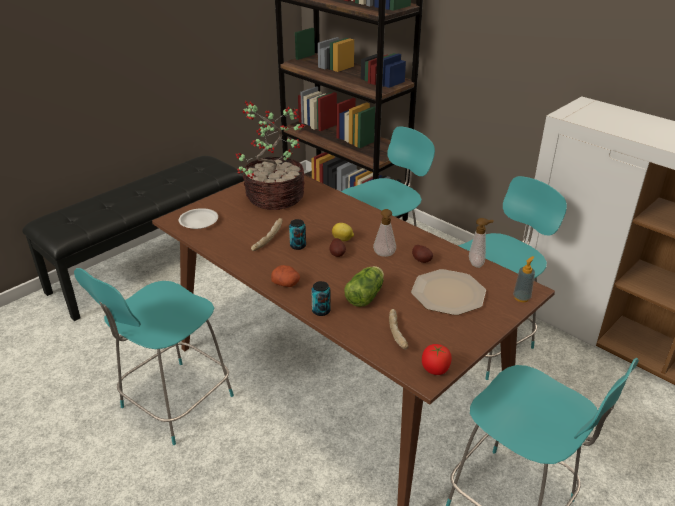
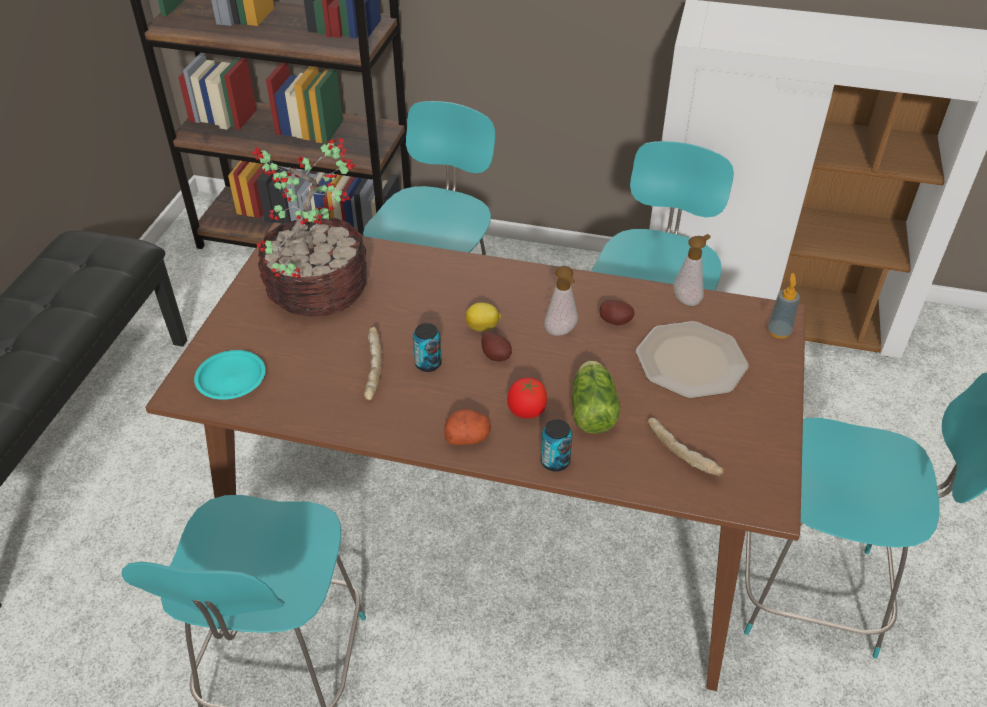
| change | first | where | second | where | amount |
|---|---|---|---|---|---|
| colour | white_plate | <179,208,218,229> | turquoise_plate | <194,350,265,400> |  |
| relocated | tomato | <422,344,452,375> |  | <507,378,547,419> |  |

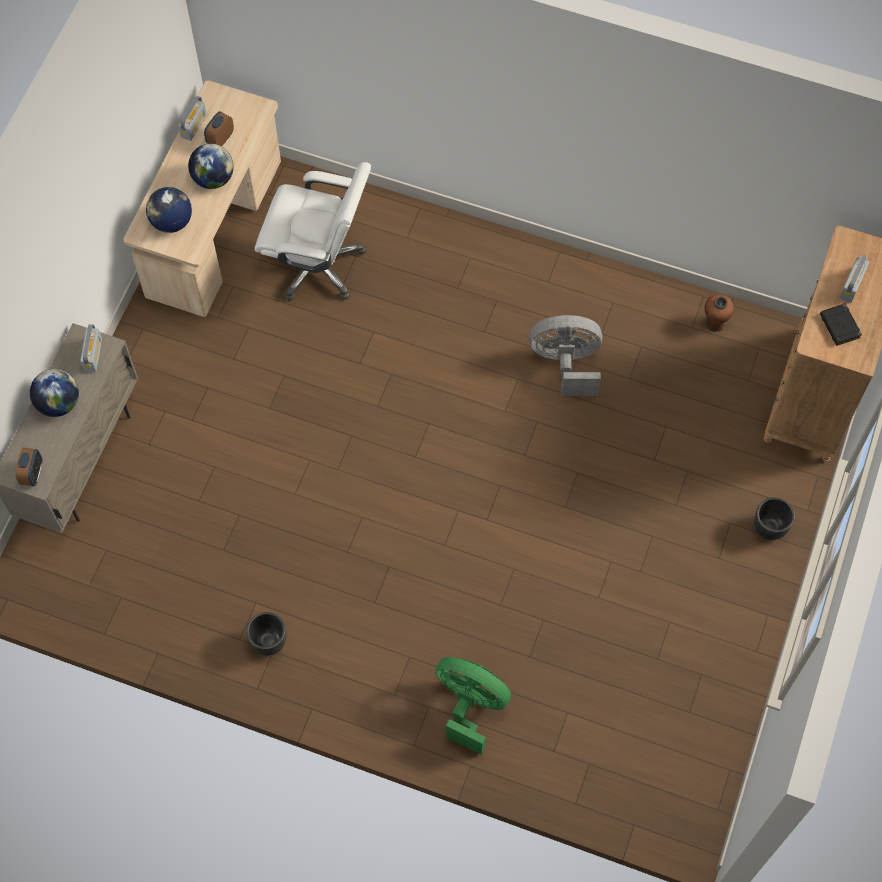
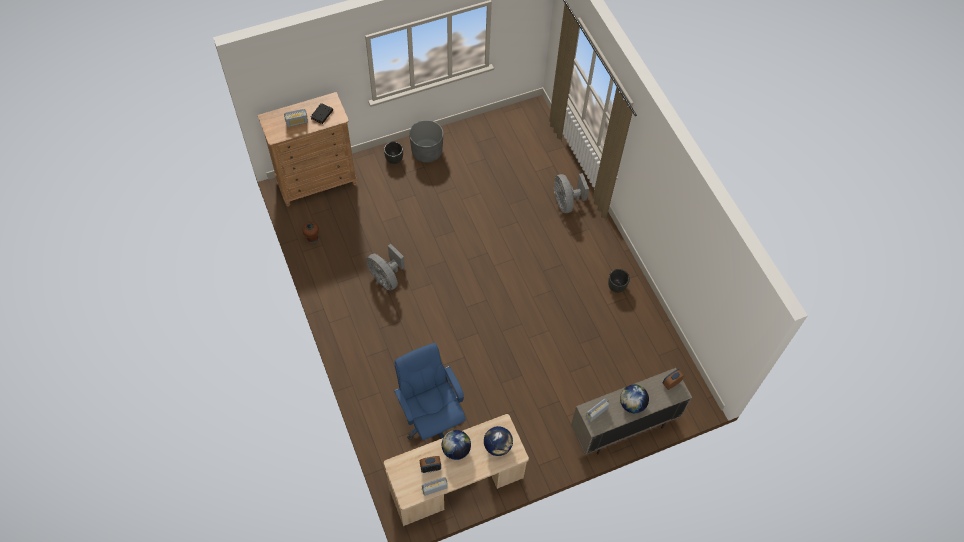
| change | first | where | second | where | amount |
|---|---|---|---|---|---|
| colour | white_office_chair | <255,162,371,301> | blue_office_chair | <394,343,466,440> |  |
| appeared |  |  | grey_planter | <409,120,443,163> |  |
| colour | green_fan | <436,657,511,755> | grey_fan | <554,173,589,213> |  |

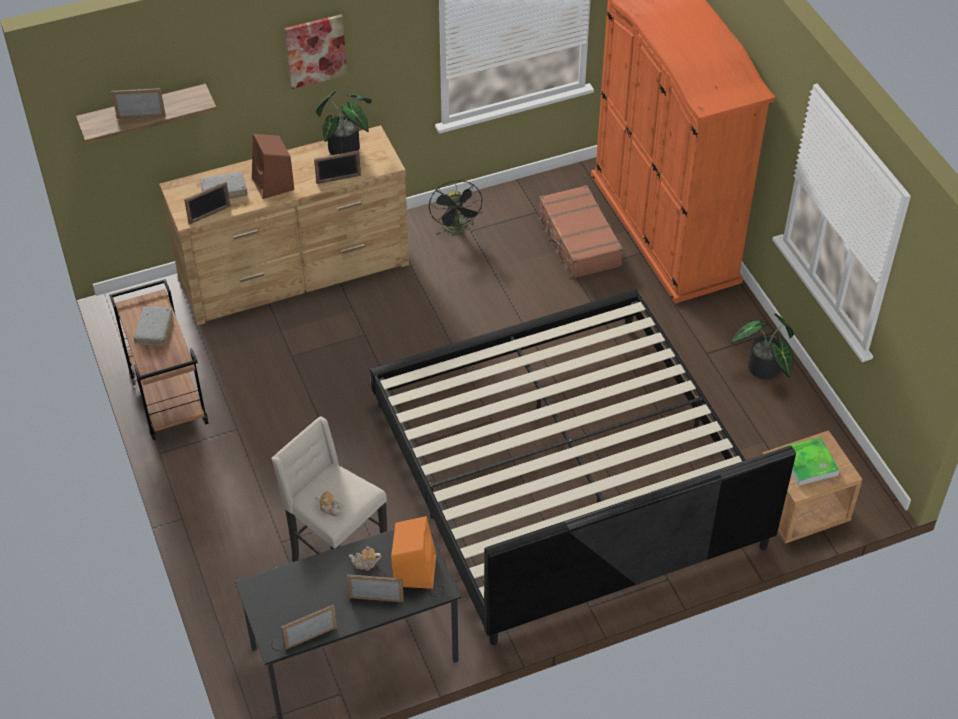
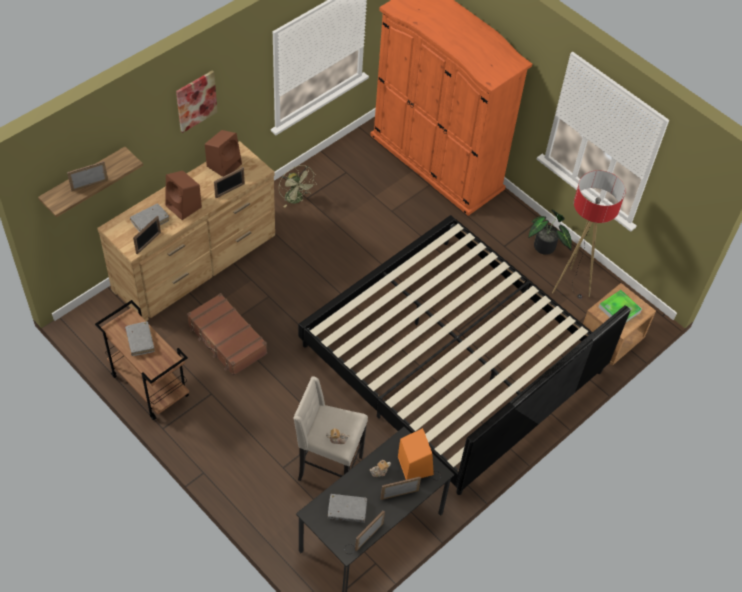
| change | first | where | second | where | amount |
|---|---|---|---|---|---|
| relocated | brown_suitcase | <538,185,623,278> |  | <187,293,267,376> |  |
| exchanged | potted_plant | <316,90,372,155> | brown_speaker | <205,130,242,177> |  |
| colour | black_fan | <429,180,483,235> | green_fan | <279,165,317,208> |  |
| appeared |  |  | grey_book | <328,494,367,523> |  |
| appeared |  |  | floor_lamp | <552,170,626,299> |  |

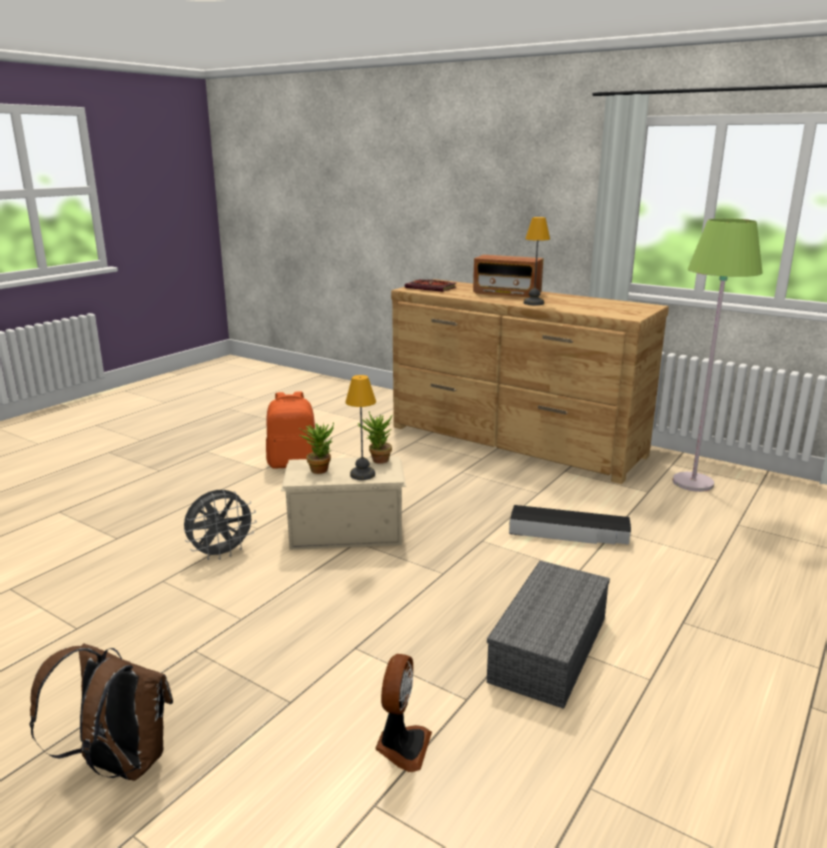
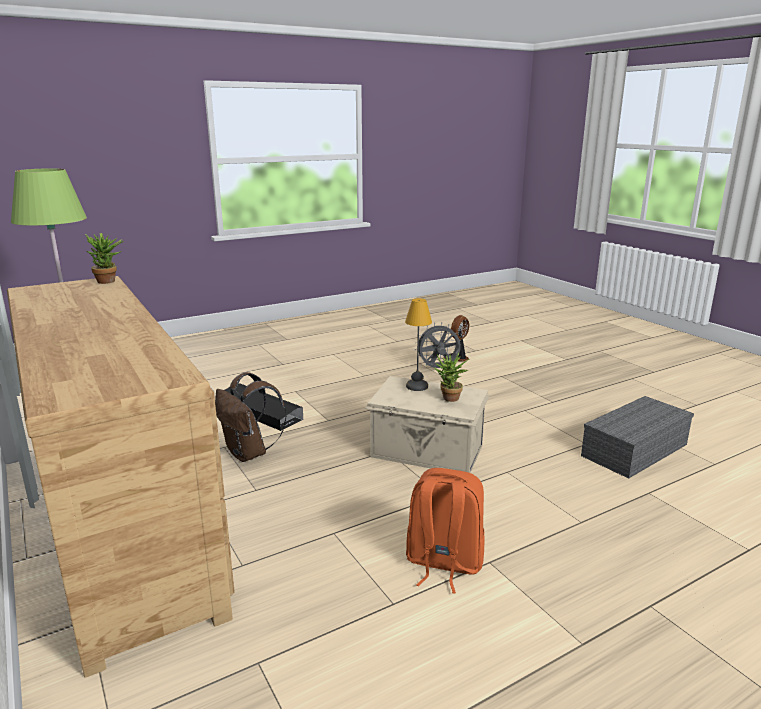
| change | first | where | second | where | amount |
|---|---|---|---|---|---|
| relocated | potted_plant | <358,412,392,464> |  | <85,233,123,284> |  |
| relocated | brown_backpack | <29,644,173,781> |  | <215,372,287,462> |  |
| relocated | grey_fan | <184,490,257,560> |  | <415,323,461,368> |  |
| relocated | grey_storage_box | <487,561,610,709> |  | <581,396,694,479> |  |
| missing | book | <405,279,456,292> |  |  |  |
| missing | radio | <473,255,544,298> |  |  |  |
| missing | table_lamp | <524,217,550,305> |  |  |  |

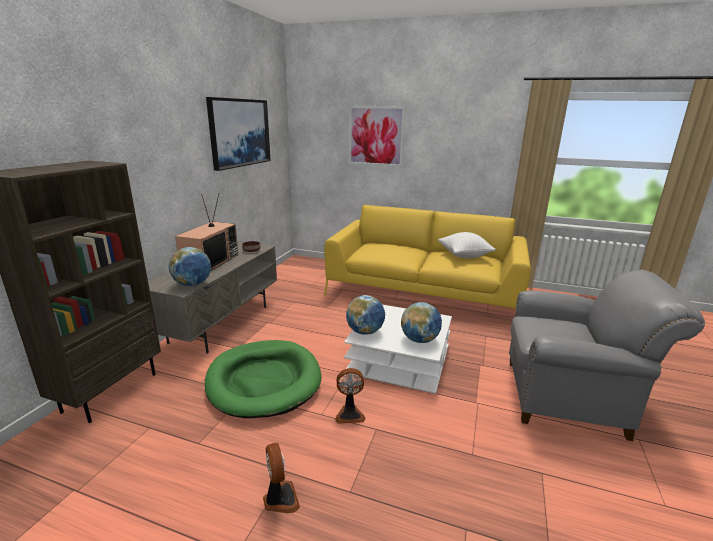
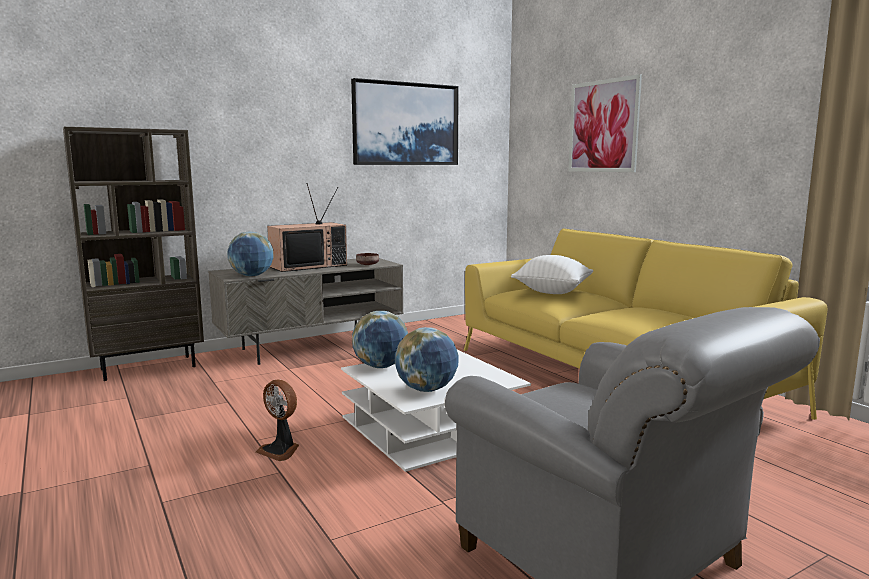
| change | first | where | second | where | amount |
|---|---|---|---|---|---|
| relocated | white_pillow | <438,232,496,258> |  | <511,255,593,294> |  |
| missing | green_dog_bed | <205,340,321,418> |  |  |  |
| missing | fan | <263,443,300,513> |  |  |  |

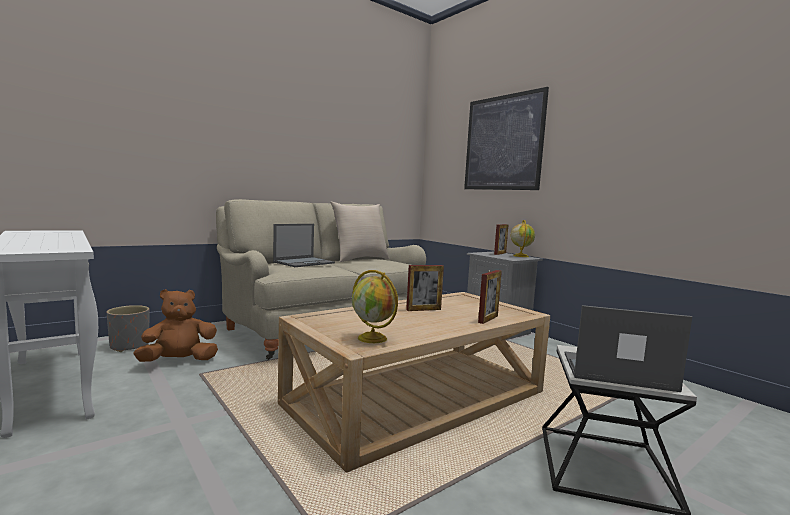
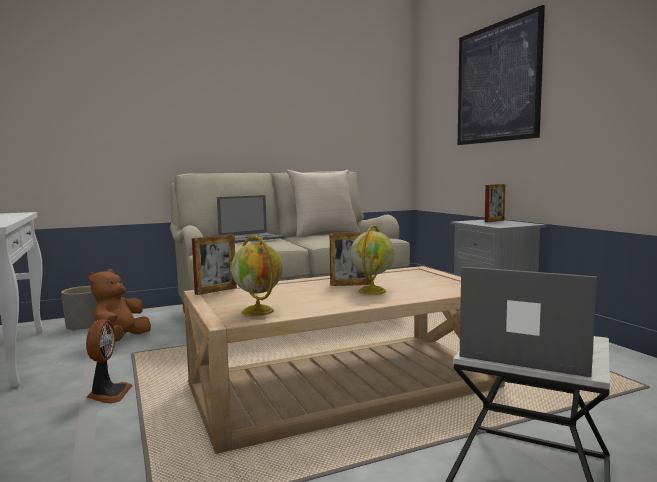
| change | first | where | second | where | amount |
|---|---|---|---|---|---|
| appeared |  |  | fan | <86,319,133,403> |  |
| spun | brown_plush_toy | <134,289,218,362> |  | <89,269,151,342> | 60 degrees counterclockwise |
| relocated | picture_frame | <478,270,502,324> |  | <192,234,237,295> |  |
| relocated | globe | <510,220,535,257> |  | <350,225,395,295> |  |

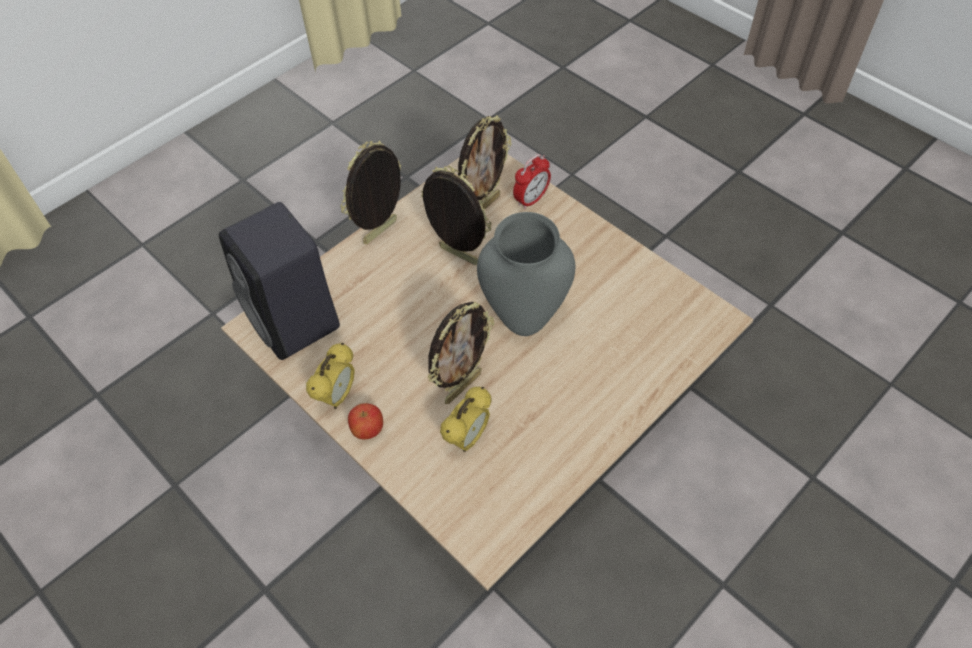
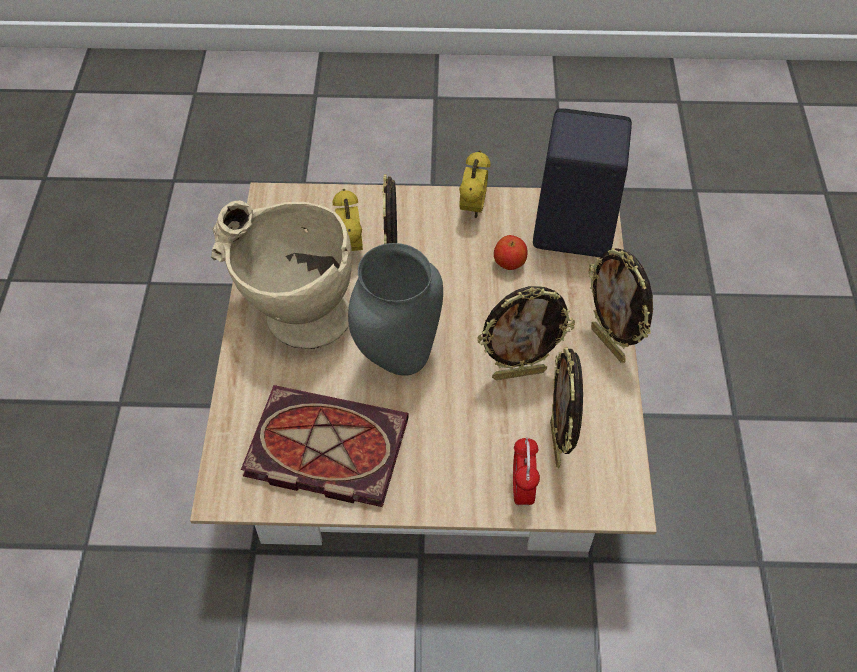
| change | first | where | second | where | amount |
|---|---|---|---|---|---|
| appeared |  |  | beige_vase | <211,201,352,349> |  |
| appeared |  |  | book | <241,385,409,507> |  |
| spun | alarm_clock | <306,343,355,409> |  | <459,151,491,218> | 150 degrees counterclockwise |
| relocated | apple | <348,403,383,439> |  | <494,235,527,270> |  |
| spun | picture_frame | <341,141,401,244> |  | <588,248,653,363> | 150 degrees clockwise |

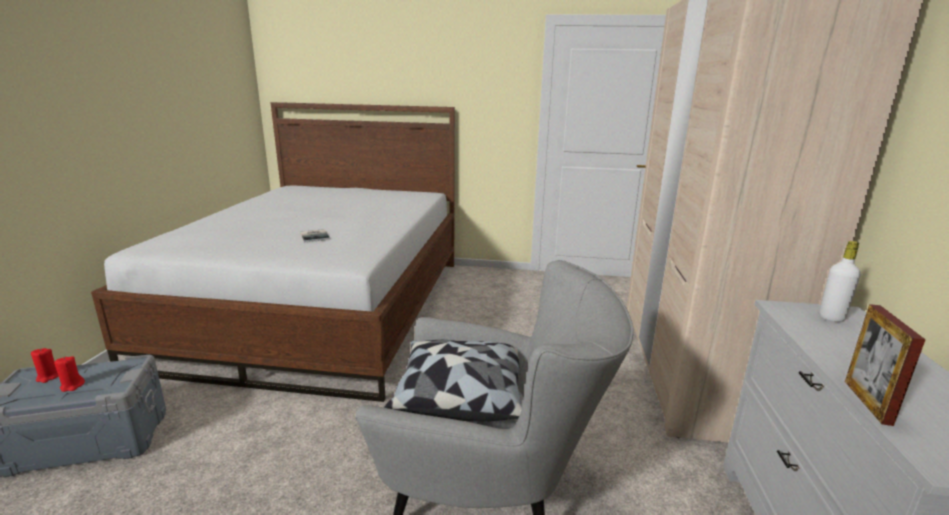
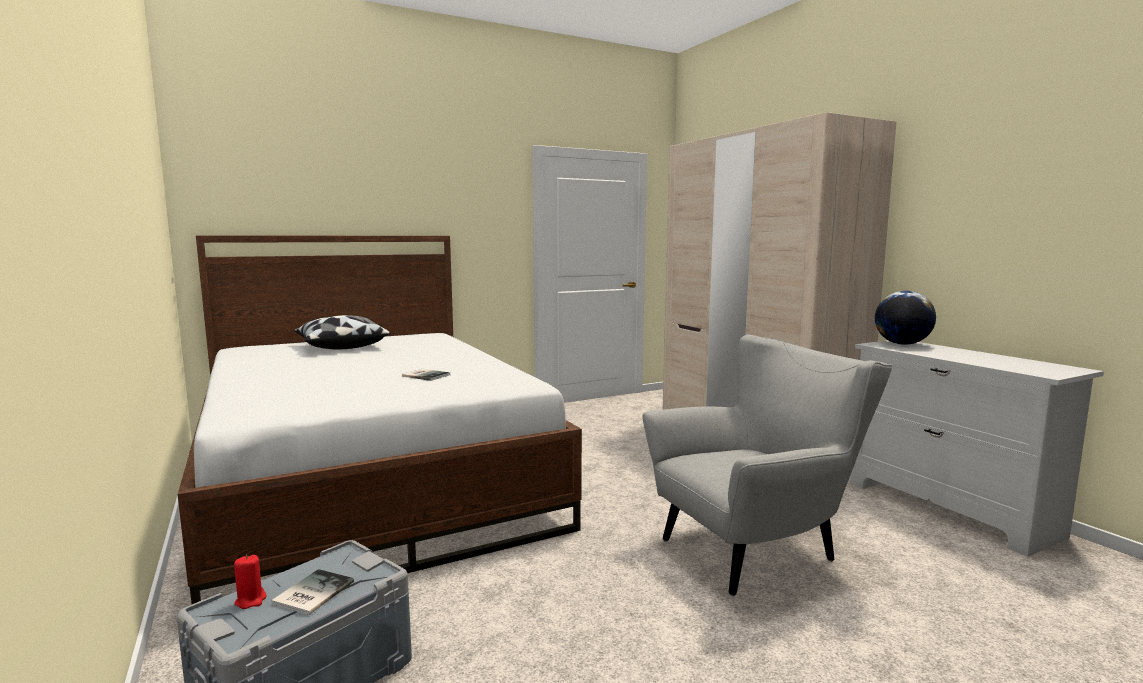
| change | first | where | second | where | amount |
|---|---|---|---|---|---|
| exchanged | red_candle | <54,356,85,392> | book | <271,569,354,615> |  |
| relocated | pillow | <384,340,522,421> |  | <294,315,391,349> |  |
| exchanged | white_bottle | <819,241,861,322> | globe | <875,291,936,345> |  |
| missing | picture_frame | <845,304,926,426> |  |  |  |

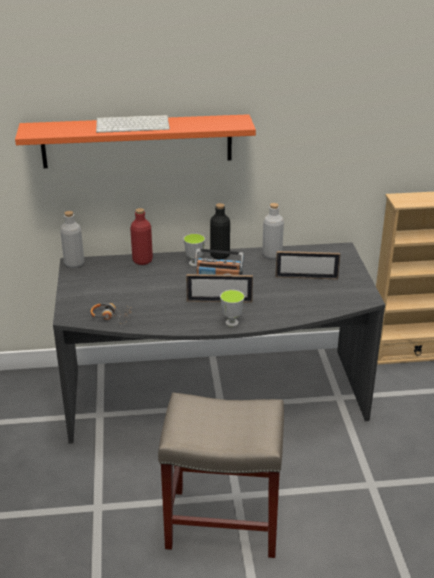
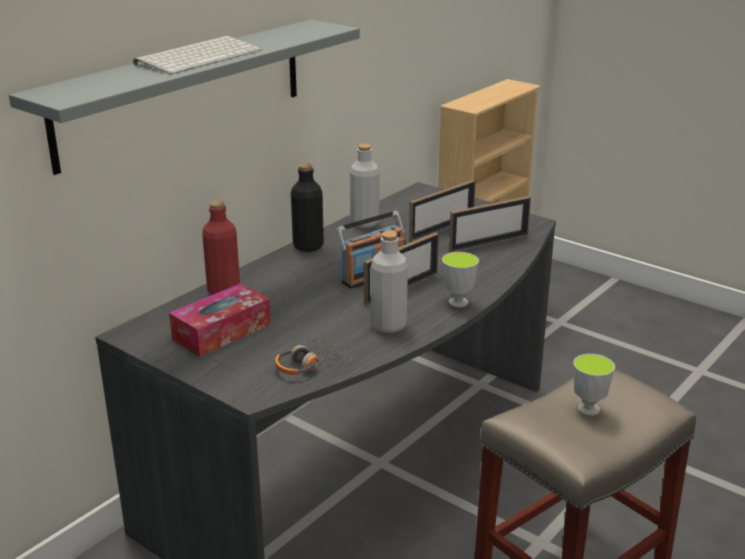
| change | first | where | second | where | amount |
|---|---|---|---|---|---|
| colour | orange_shelf | <15,114,256,168> | grey_shelf | <9,20,360,175> |  |
| appeared |  |  | tissue_box | <169,283,271,357> |  |
| relocated | grey_bottle | <60,211,84,268> |  | <371,231,408,333> |  |
| appeared |  |  | picture_frame | <449,196,531,253> |  |
| relocated | cup | <183,233,205,266> |  | <573,354,615,416> |  |

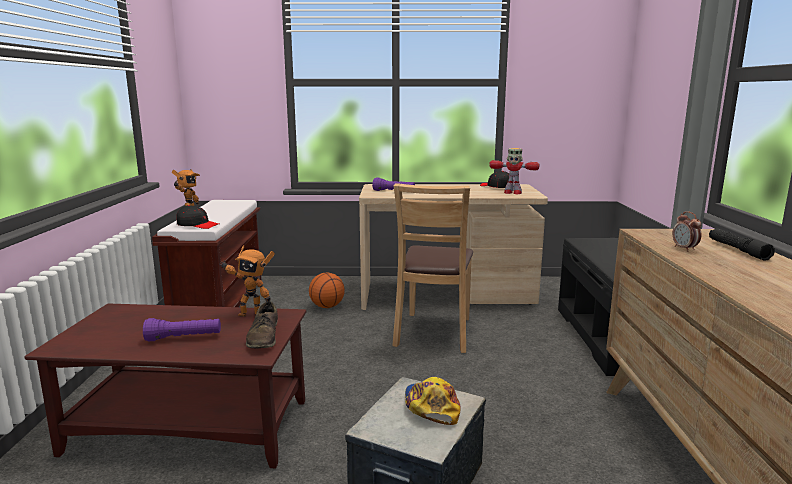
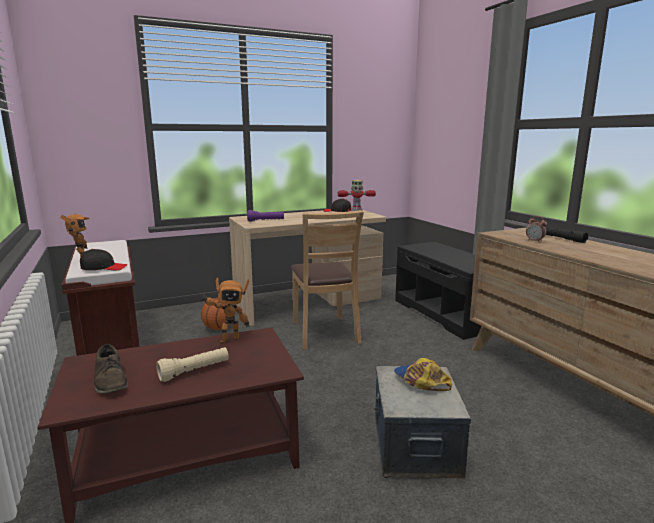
| change | first | where | second | where | amount |
|---|---|---|---|---|---|
| relocated | brown_shoe | <246,301,278,349> |  | <94,344,128,394> |  |
| colour | purple_flashlight | <143,318,221,341> | beige_flashlight | <156,347,229,382> |  |

